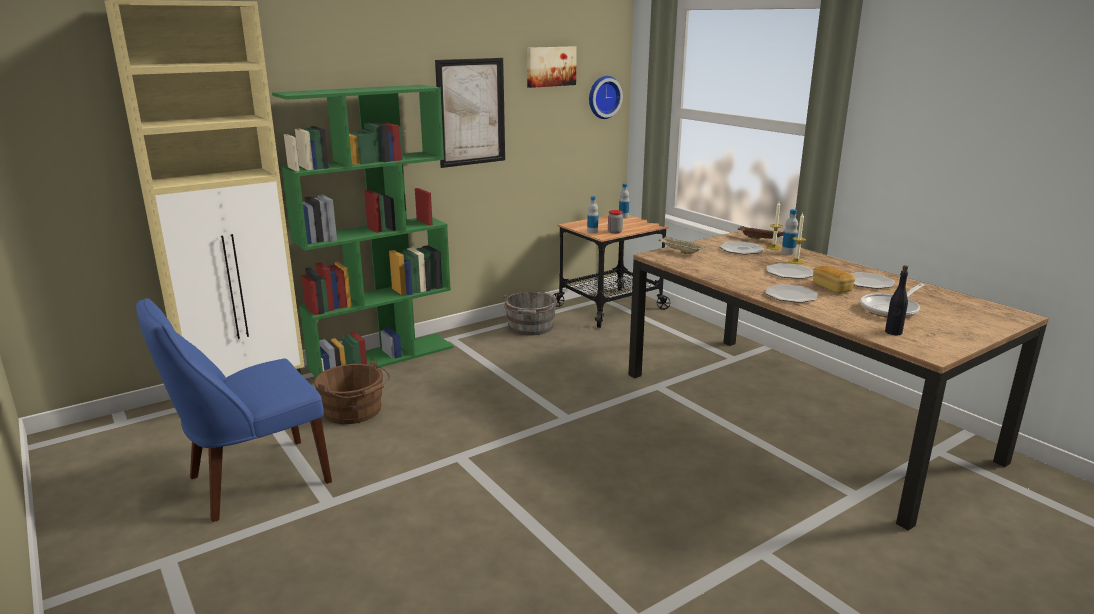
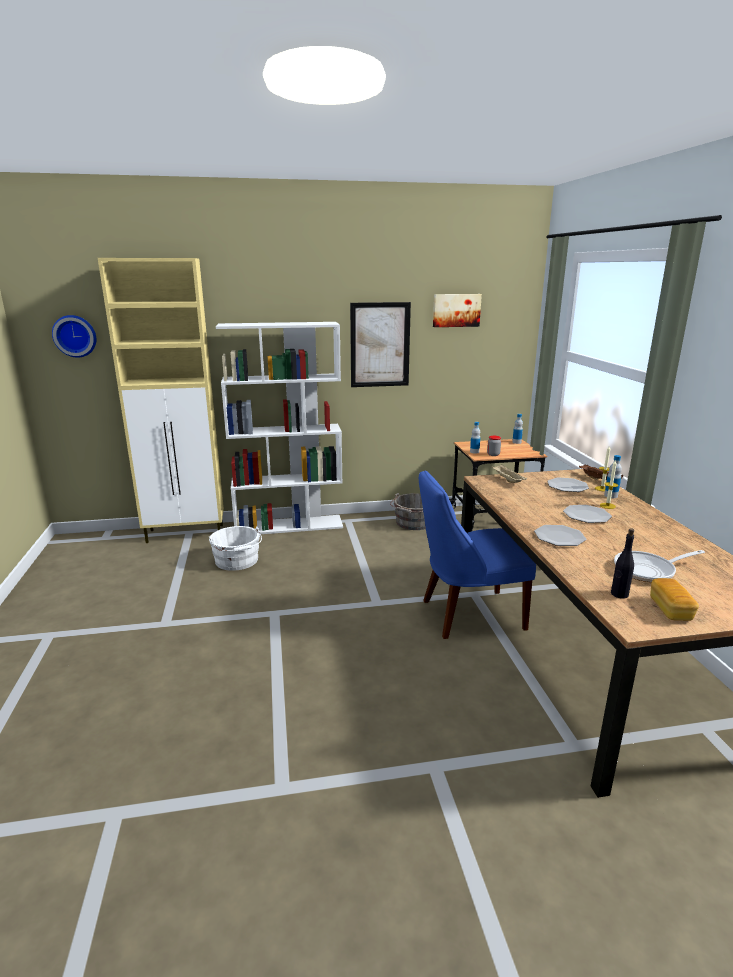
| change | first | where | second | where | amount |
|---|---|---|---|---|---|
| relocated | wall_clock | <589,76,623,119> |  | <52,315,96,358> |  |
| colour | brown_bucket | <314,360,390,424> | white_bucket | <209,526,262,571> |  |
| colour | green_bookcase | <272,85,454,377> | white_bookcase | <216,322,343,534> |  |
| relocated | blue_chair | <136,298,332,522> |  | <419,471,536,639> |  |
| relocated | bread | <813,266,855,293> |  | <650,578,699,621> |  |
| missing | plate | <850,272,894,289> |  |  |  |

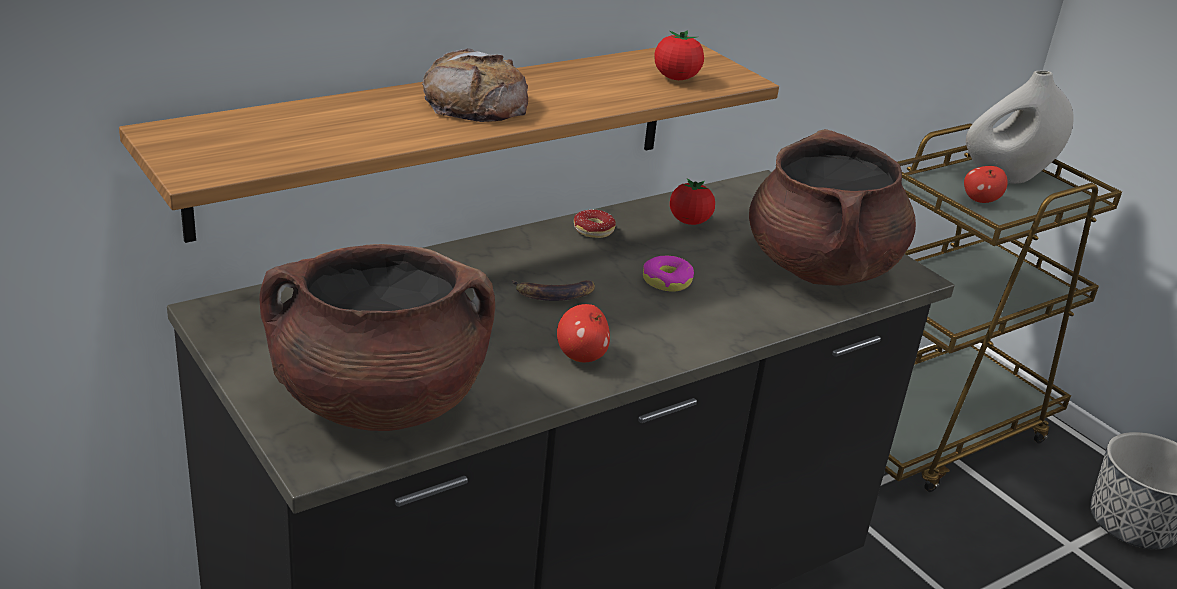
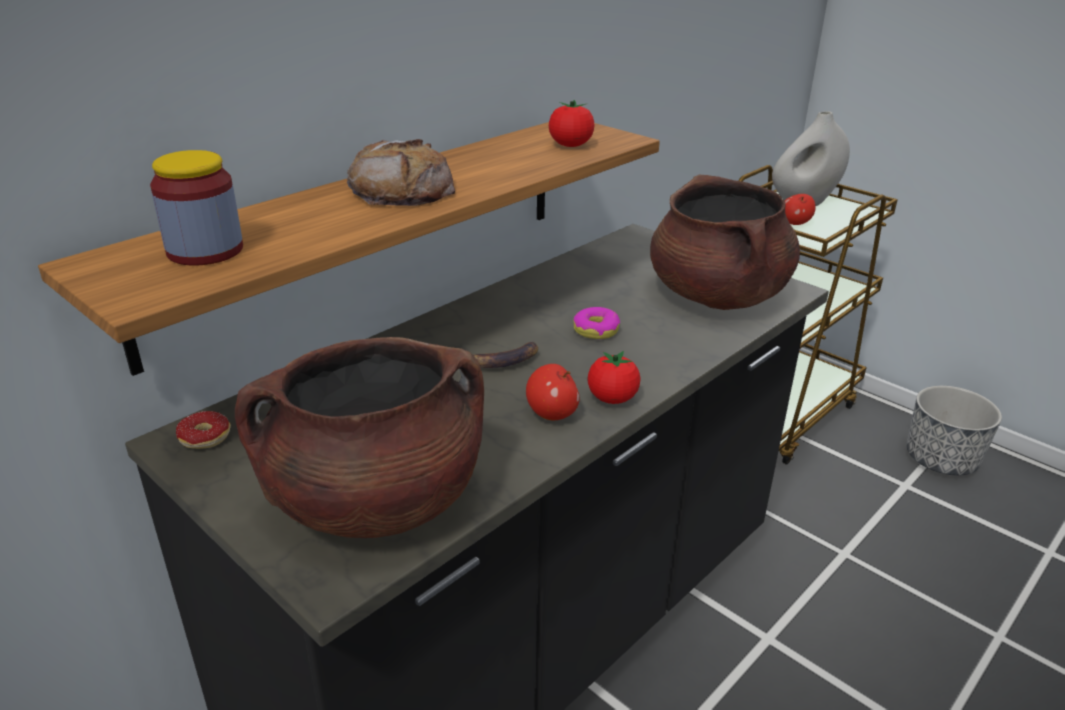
| change | first | where | second | where | amount |
|---|---|---|---|---|---|
| appeared |  |  | jar | <150,150,243,266> |  |
| relocated | donut | <574,209,616,238> |  | <176,411,231,451> |  |
| relocated | tomato | <670,178,715,225> |  | <587,351,640,404> |  |

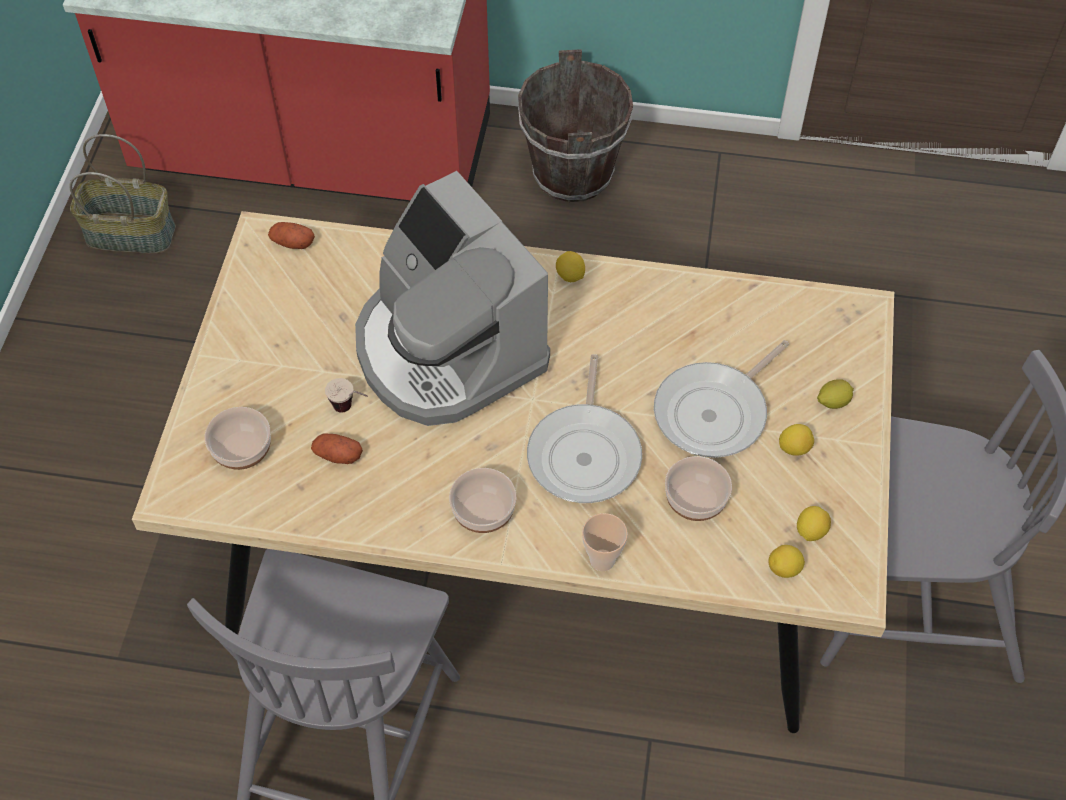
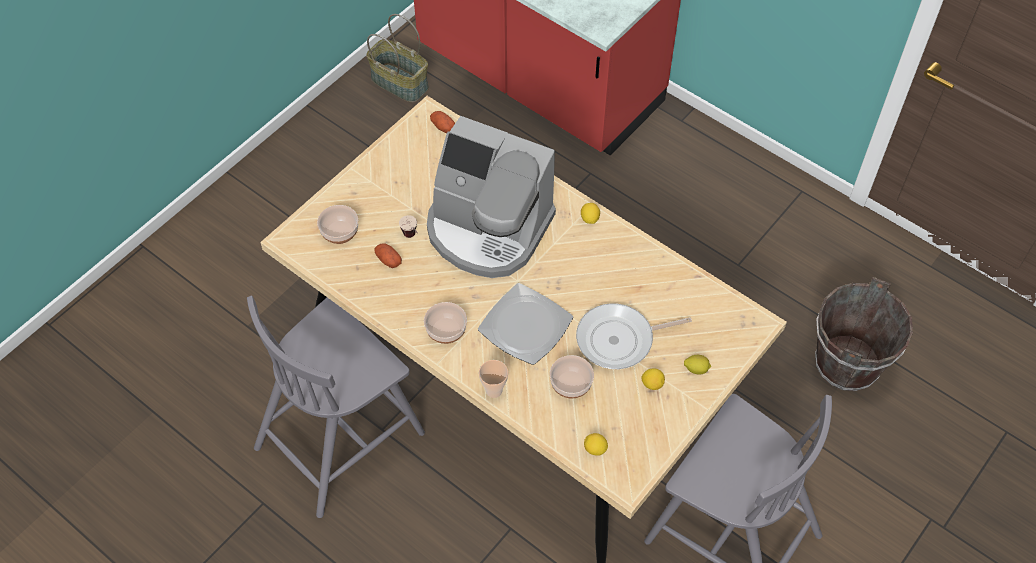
| change | first | where | second | where | amount |
|---|---|---|---|---|---|
| spun | coffee_machine | <355,171,550,426> |  | <427,116,556,278> | 60 degrees counterclockwise |
| exchanged | frying_pan | <527,354,642,503> | plate | <478,283,573,365> |  |
| relocated | brown_bucket | <518,49,633,202> |  | <815,277,913,391> |  |
| missing | lemon | <797,506,831,541> |  |  |  |

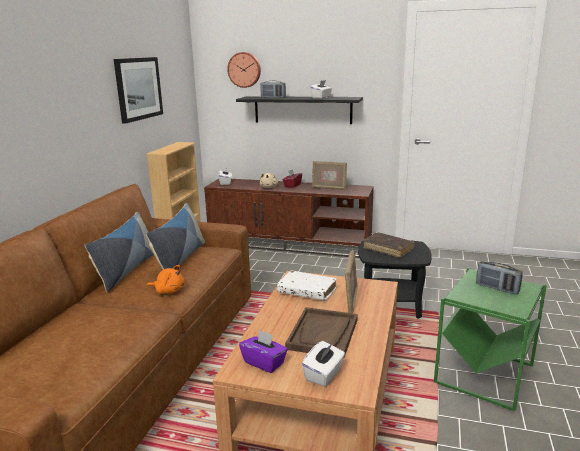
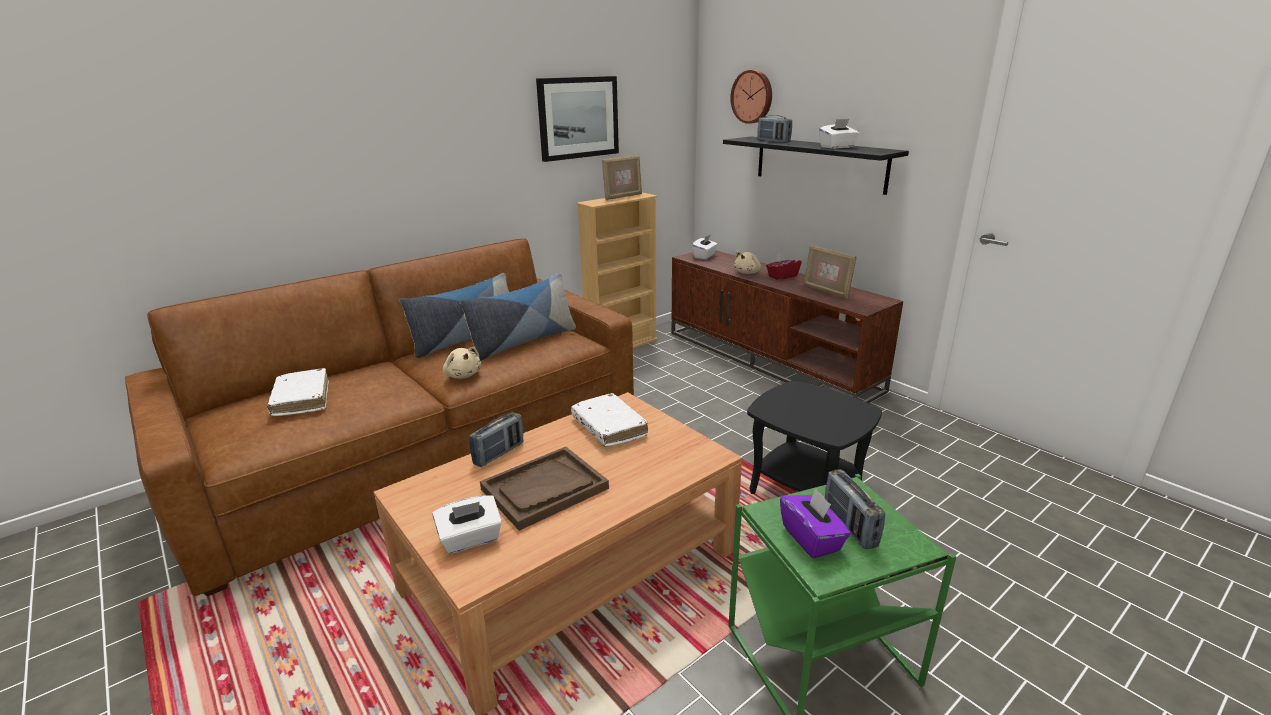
| change | first | where | second | where | amount |
|---|---|---|---|---|---|
| appeared |  |  | white_book | <267,368,329,416> |  |
| colour | orange_plush_toy | <146,265,184,294> | beige_plush_toy | <443,347,481,379> |  |
| appeared |  |  | radio | <469,412,523,467> |  |
| relocated | picture_frame | <345,250,358,313> |  | <602,155,642,200> |  |
| relocated | purple_tissue_box | <239,329,288,373> |  | <780,488,851,558> |  |
| missing | brown_book | <363,232,414,258> |  |  |  |

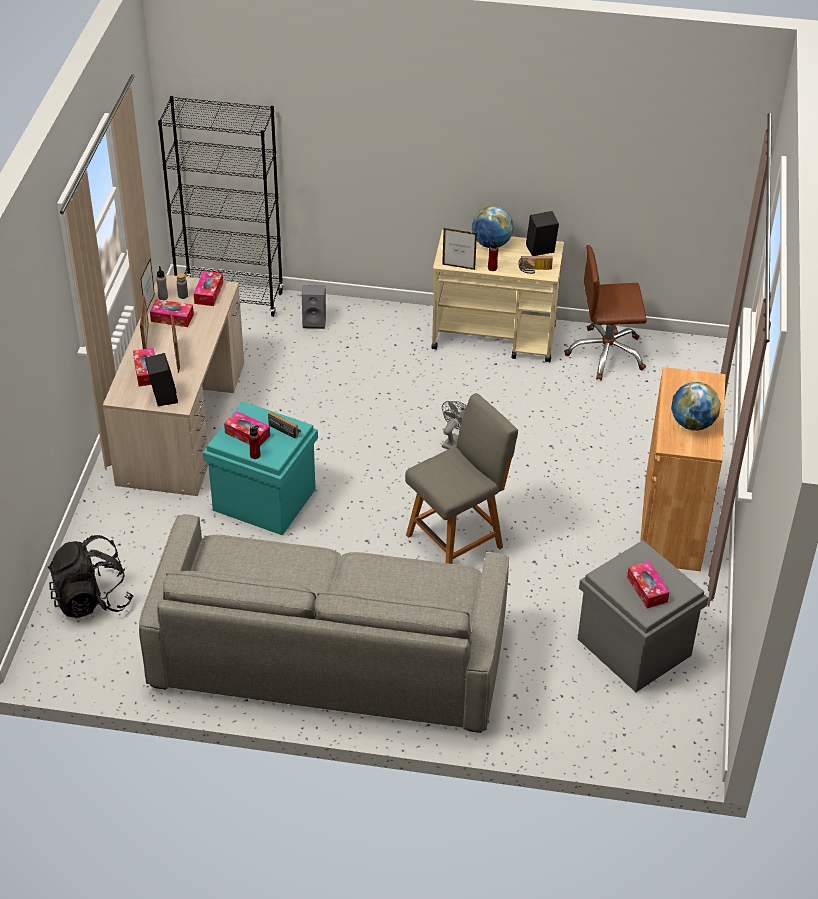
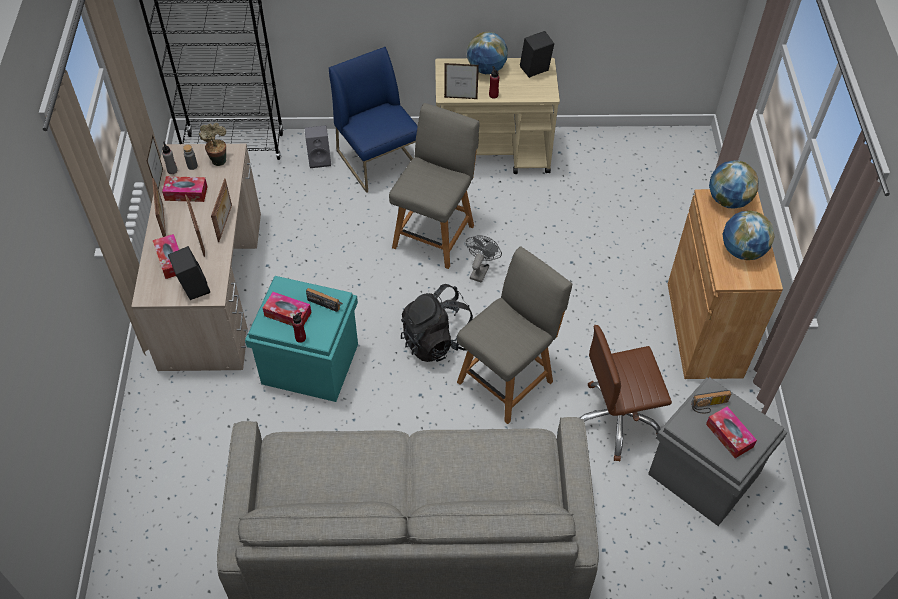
| change | first | where | second | where | amount |
|---|---|---|---|---|---|
| exchanged | tissue_box | <194,271,223,306> | potted_plant | <199,123,226,166> |  |
| appeared |  |  | picture_frame | <211,178,232,242> |  |
| appeared |  |  | blue_chair | <329,47,418,193> |  |
| appeared |  |  | grey_chair | <389,103,479,269> |  |
| relocated | black_backpack | <48,535,133,618> |  | <401,284,473,362> |  |
| relocated | brown_office_chair | <564,245,647,380> |  | <580,325,672,461> |  |
| relocated | radio | <518,256,553,274> |  | <691,390,731,413> |  |
| appeared |  |  | globe | <709,160,759,208> |  |

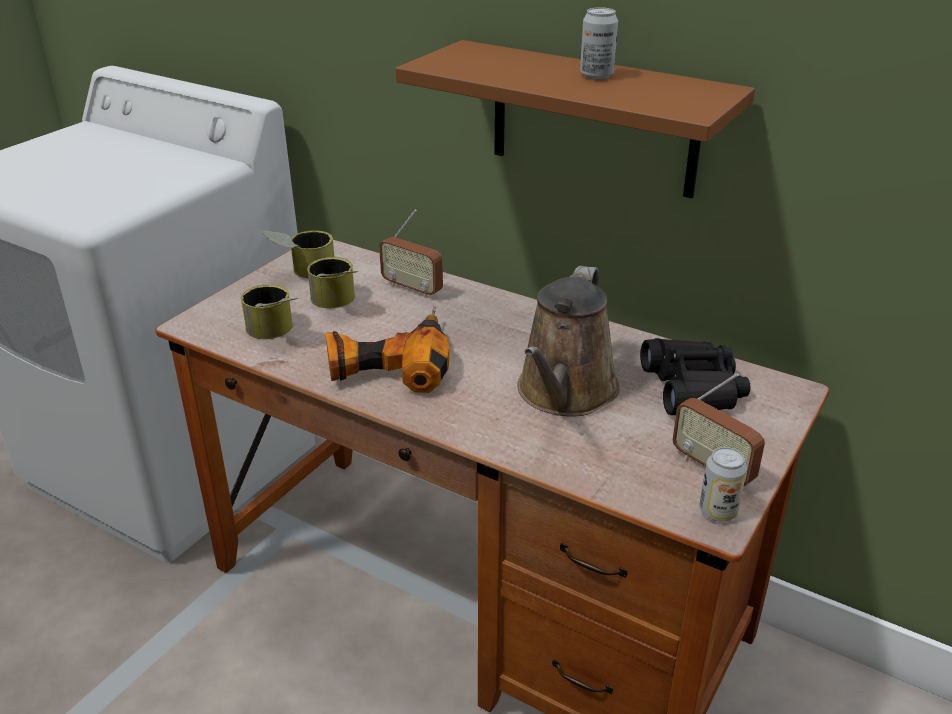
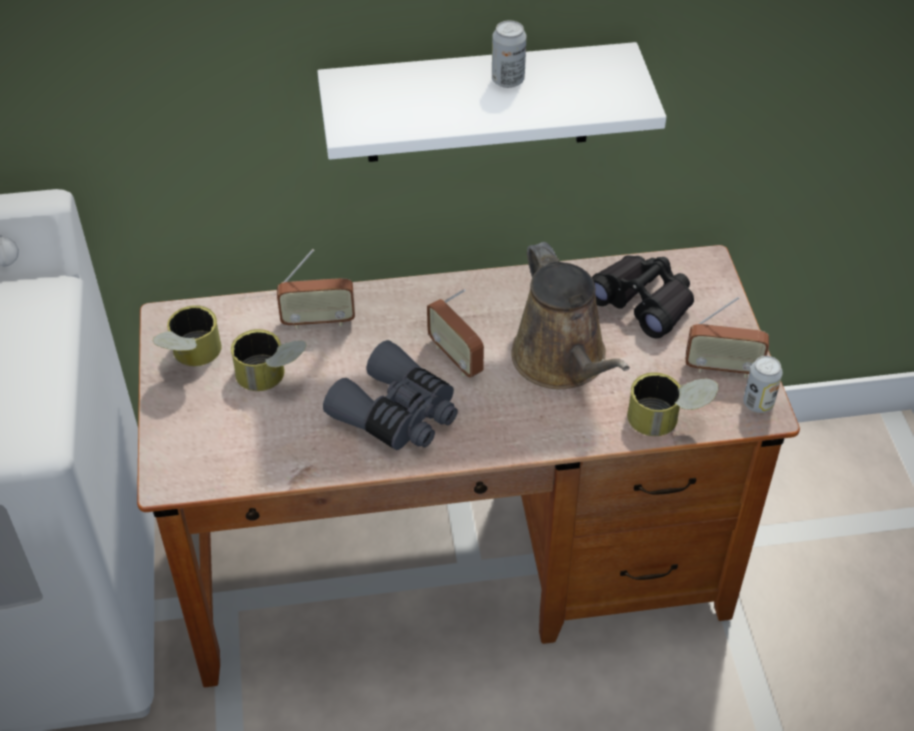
| change | first | where | second | where | amount |
|---|---|---|---|---|---|
| colour | brown_shelf | <396,40,755,198> | white_shelf | <317,42,666,162> |  |
| exchanged | power_drill | <326,306,449,393> | grey_binoculars | <323,340,458,450> |  |
| appeared |  |  | radio | <427,289,484,378> |  |
| relocated | can | <241,284,298,339> |  | <627,372,719,436> |  |

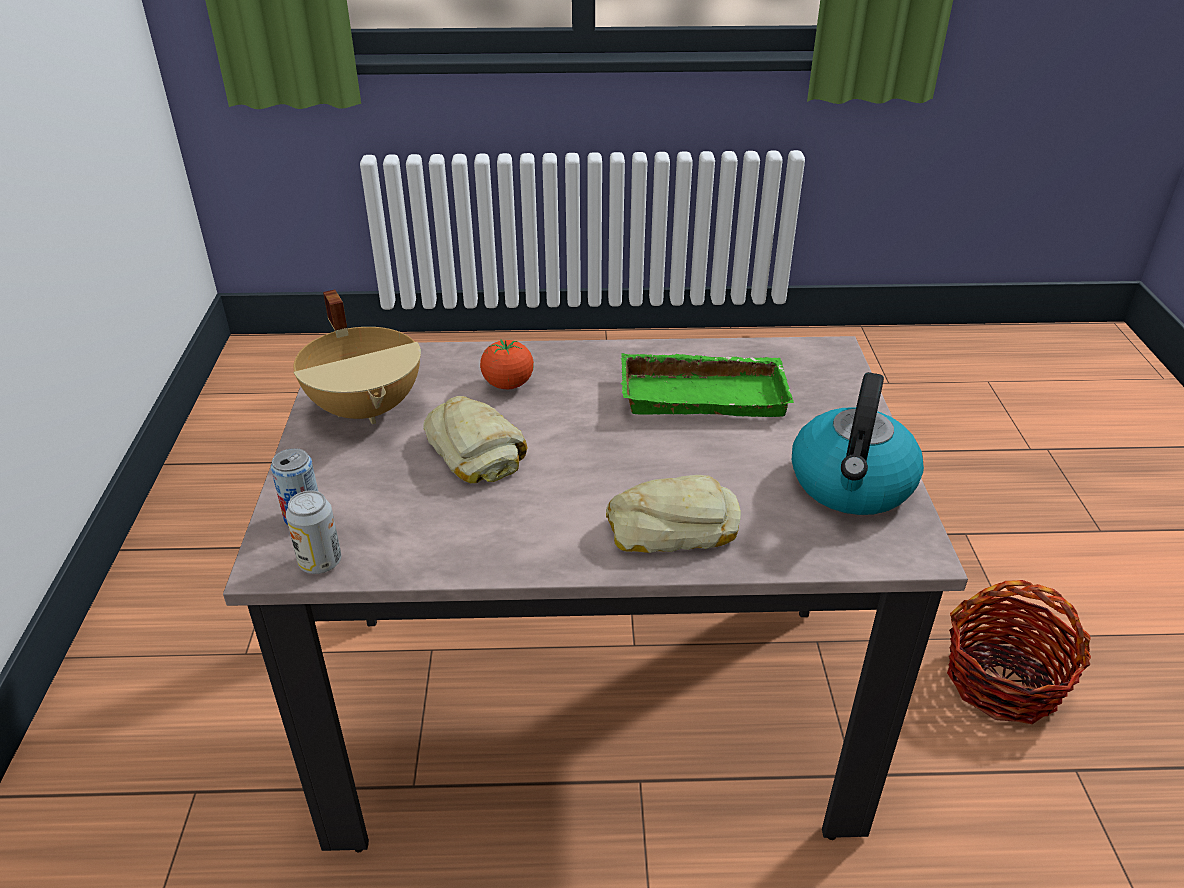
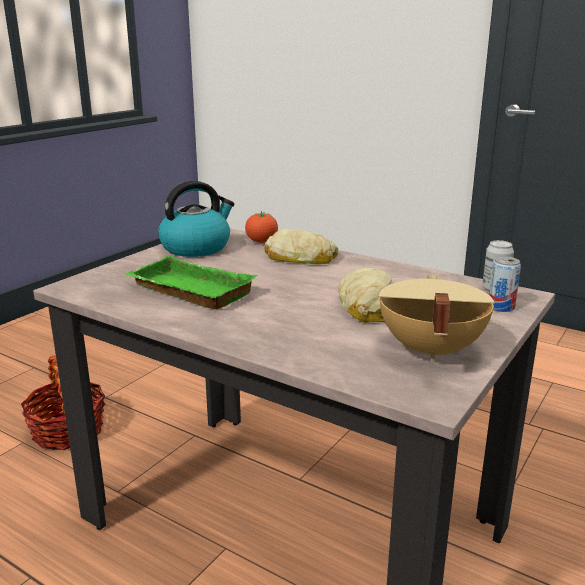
| change | first | where | second | where | amount |
|---|---|---|---|---|---|
| relocated | tomato | <480,339,534,389> |  | <245,211,278,243> |  |

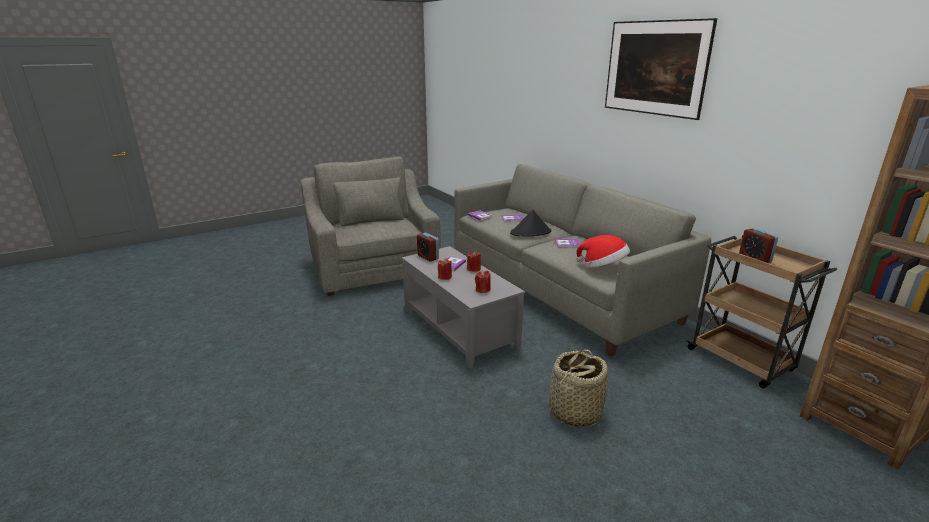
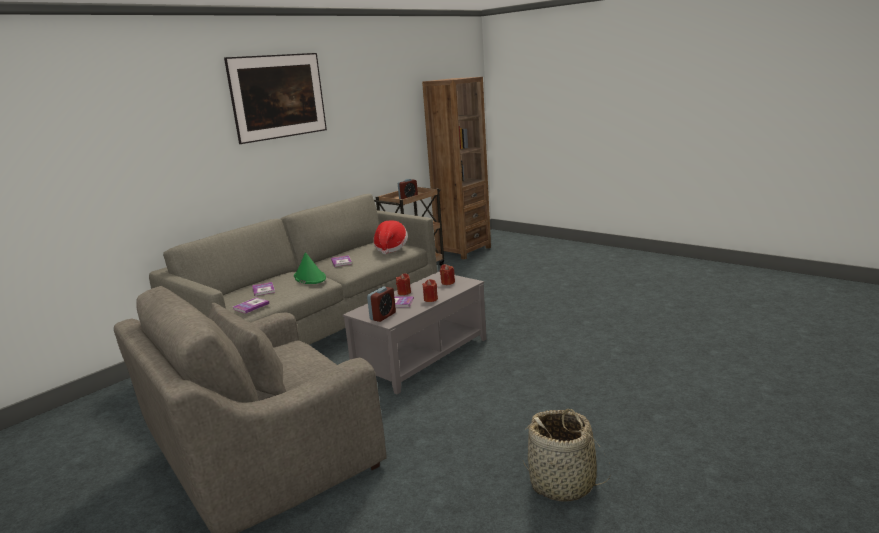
| change | first | where | second | where | amount |
|---|---|---|---|---|---|
| colour | black_hat | <510,209,551,237> | green_hat | <294,252,326,284> |  |
| relocated | basket | <549,350,608,427> |  | <523,409,610,502> |  |

